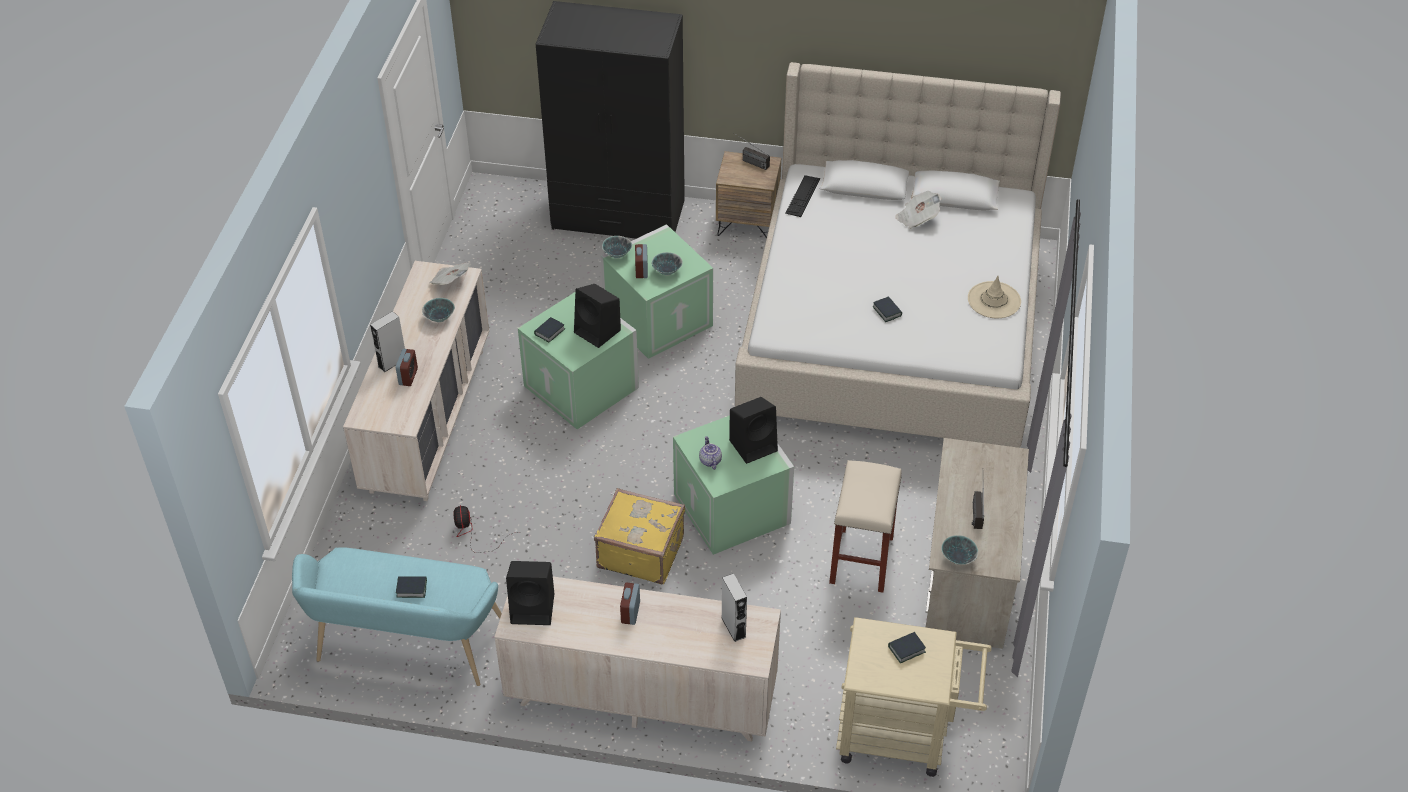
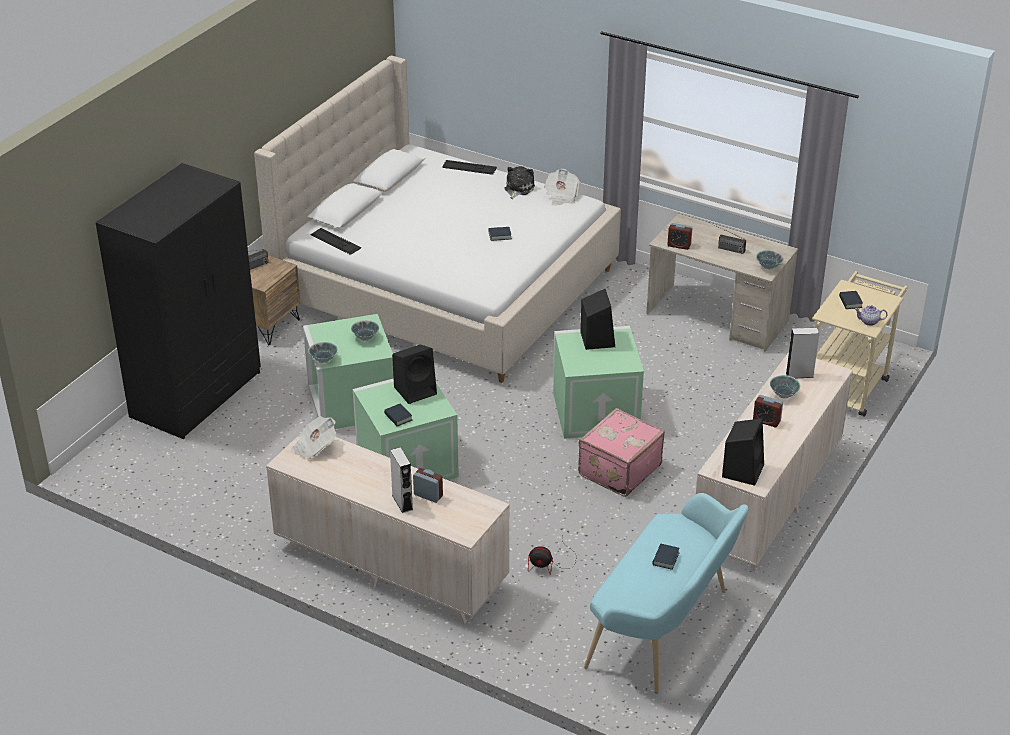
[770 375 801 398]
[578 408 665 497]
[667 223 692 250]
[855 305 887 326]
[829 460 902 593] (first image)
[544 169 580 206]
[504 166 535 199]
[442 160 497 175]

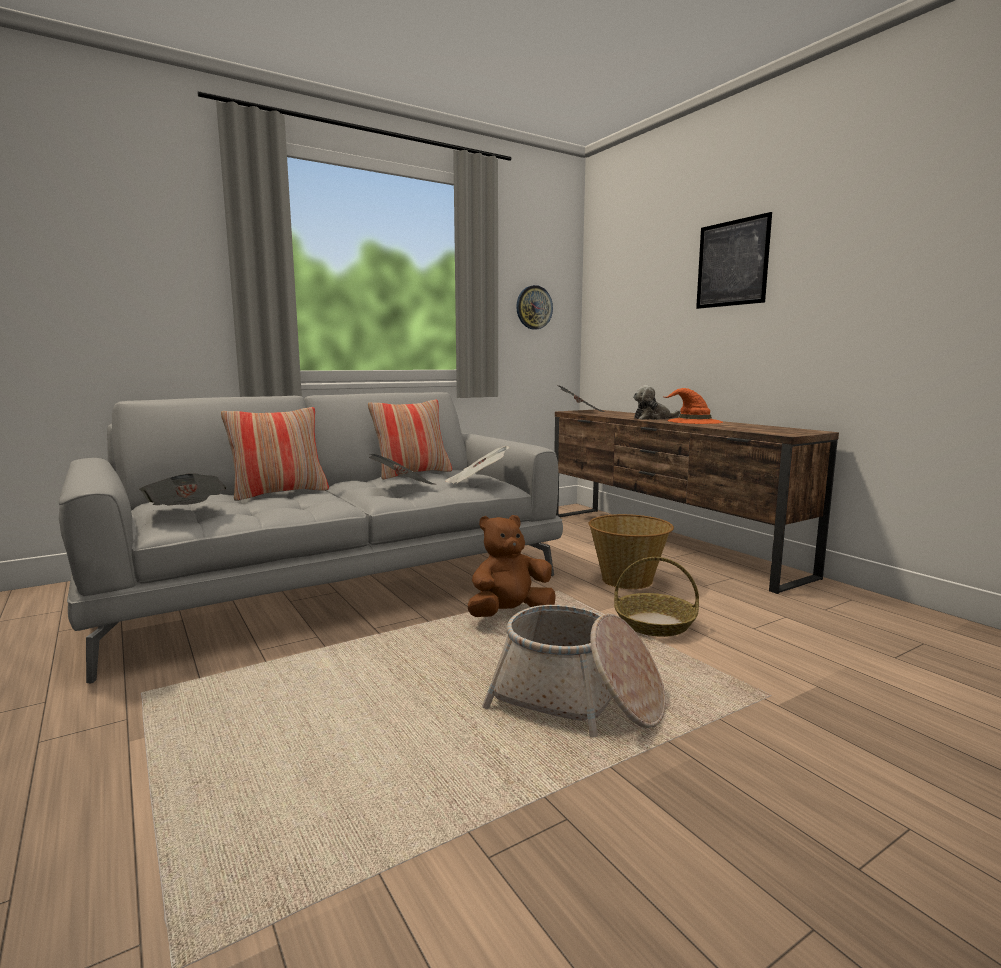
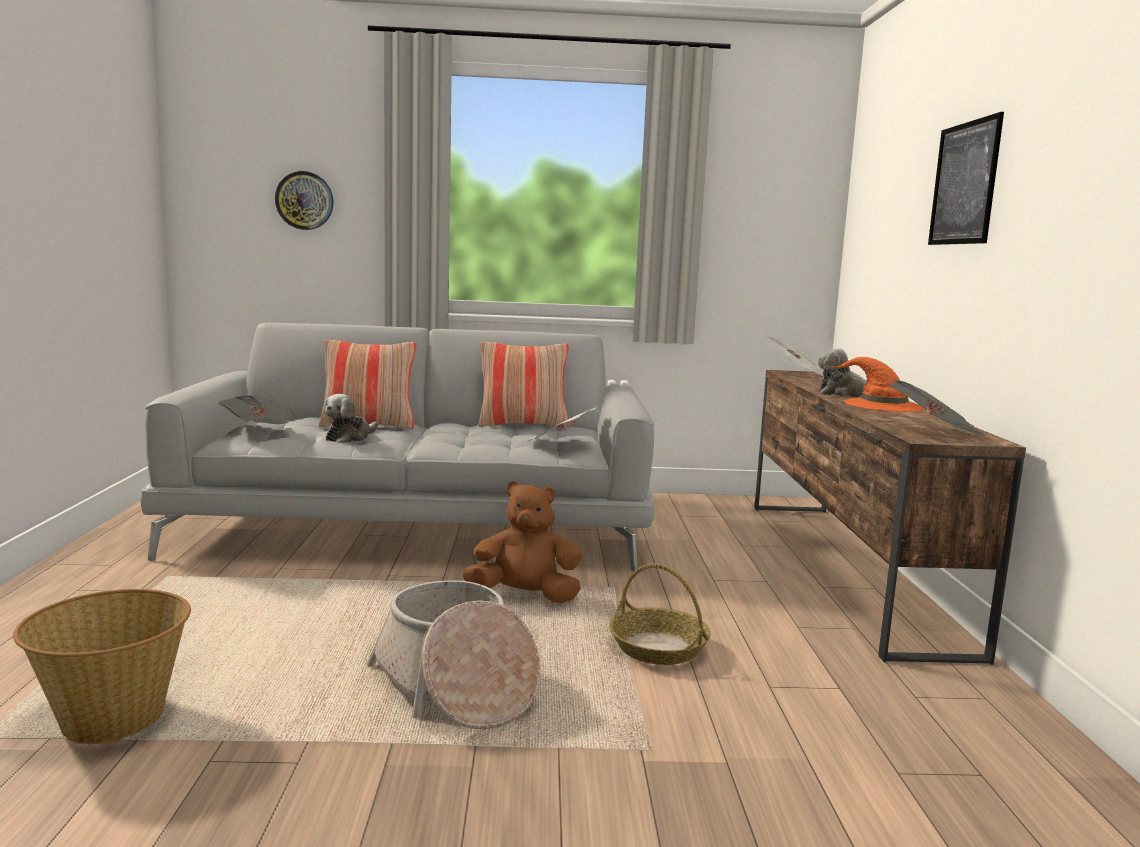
[890 380 986 436]
[275 171 334 230]
[13 589 191 744]
[323 394 378 443]

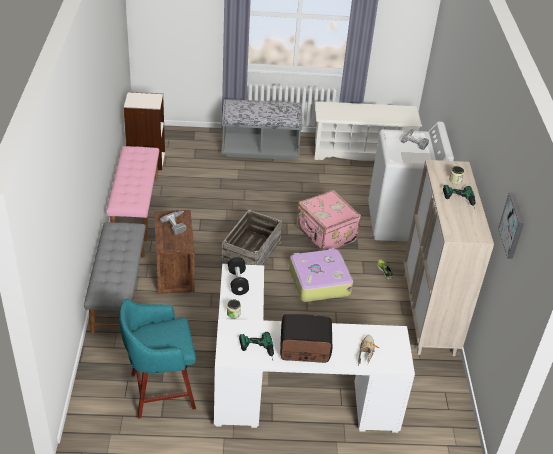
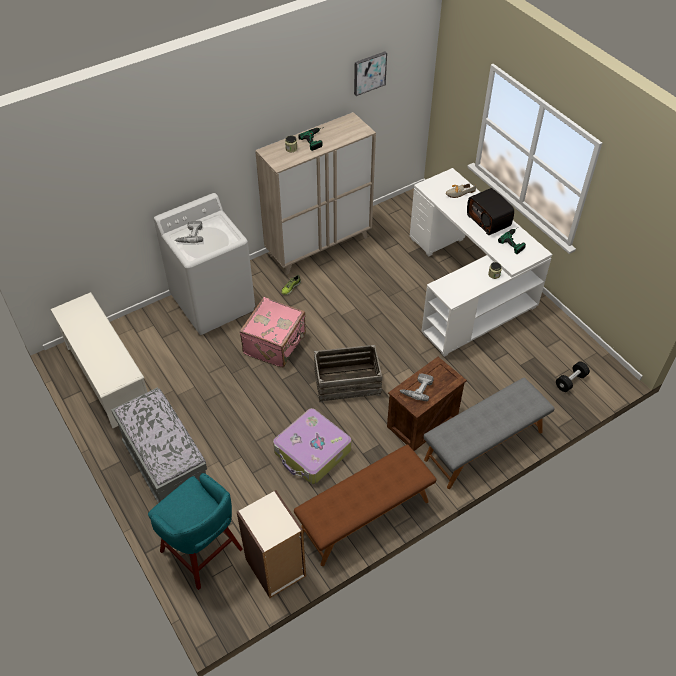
[294 444 436 566]
[148 473 243 590]
[556 361 590 392]
[273 408 352 484]

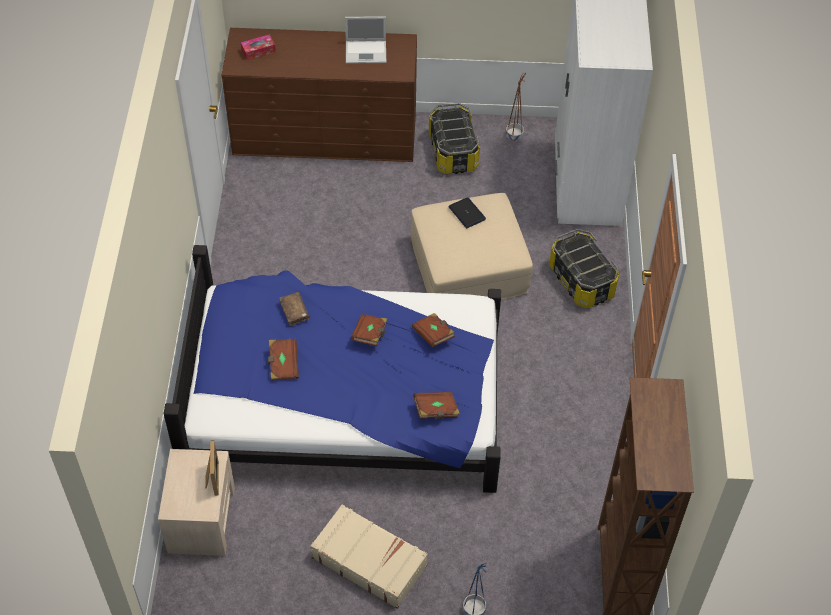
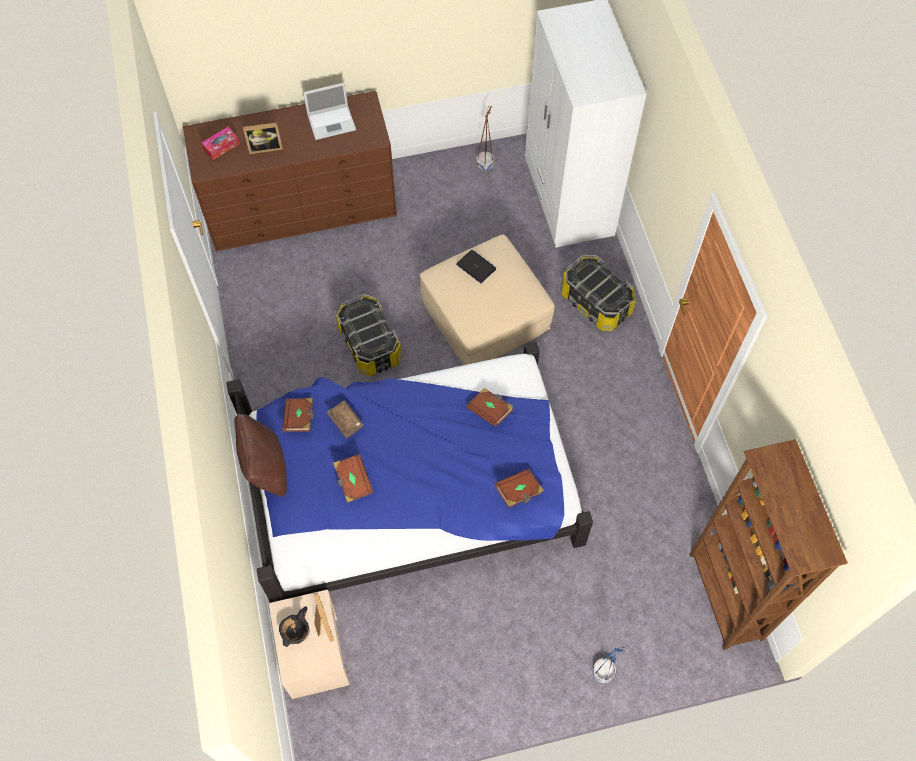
[311 505 428 609] (first image)
[282 398 314 432]
[336 294 401 376]
[234 413 287 497]
[243 122 283 154]
[279 606 309 647]

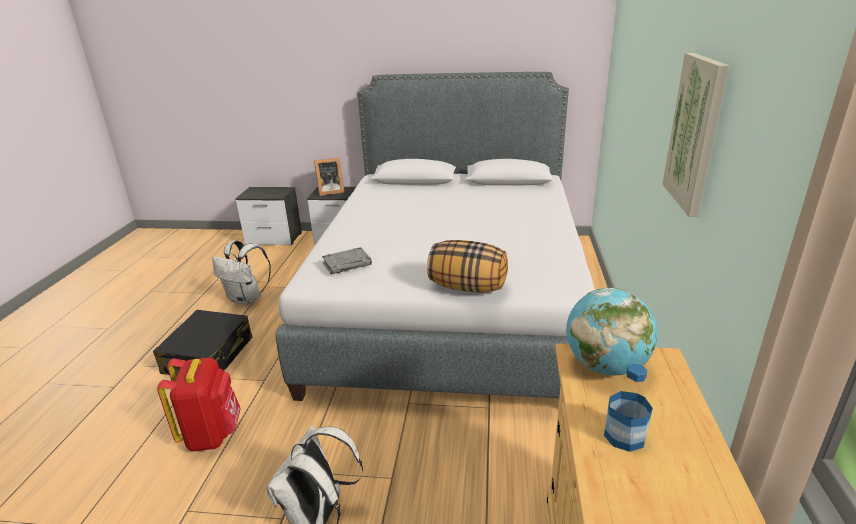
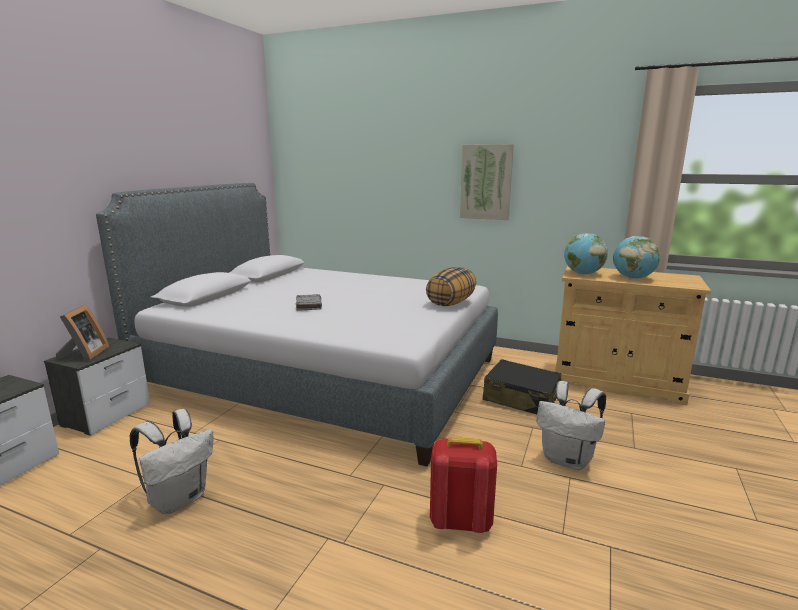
[483 359 561 414]
[296 294 322 311]
[613 236 660 279]

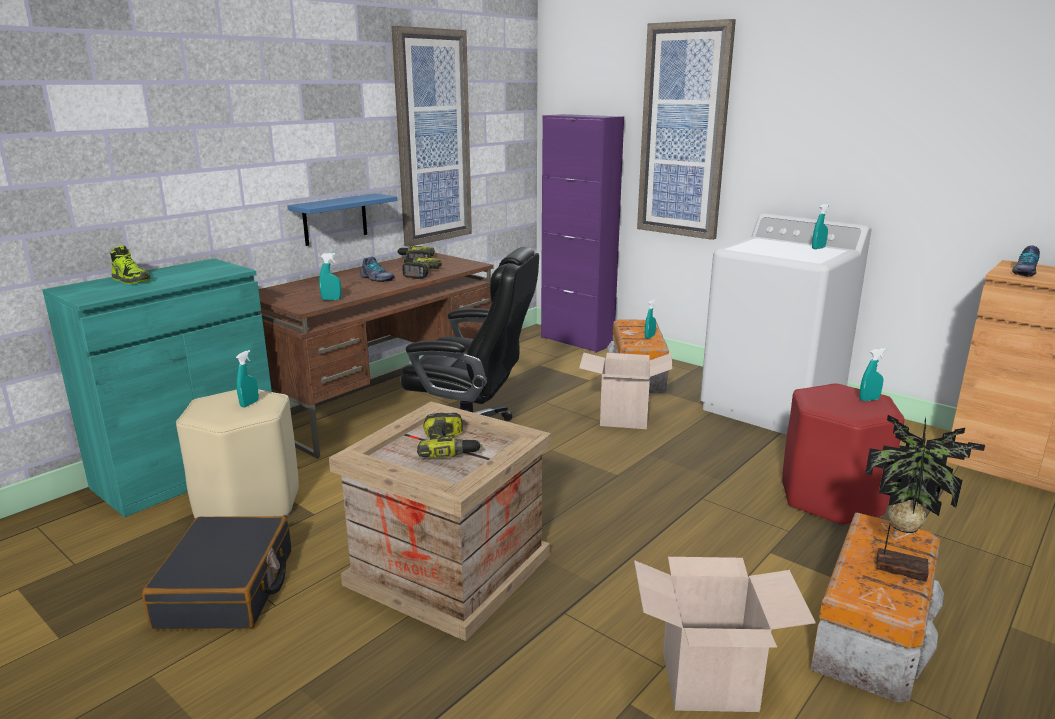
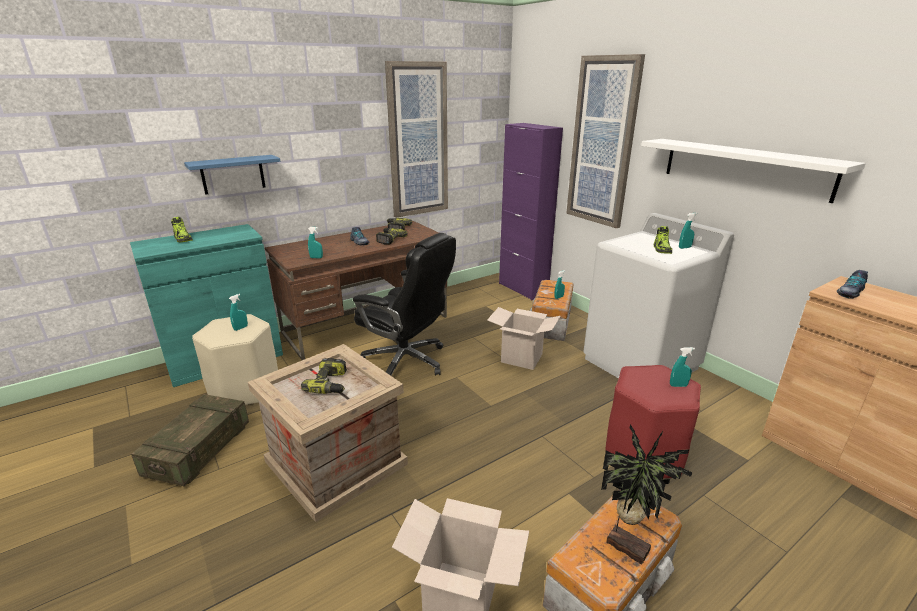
[131 394 249 487]
[184 155 280 195]
[641 139 866 203]
[654 226 672 254]

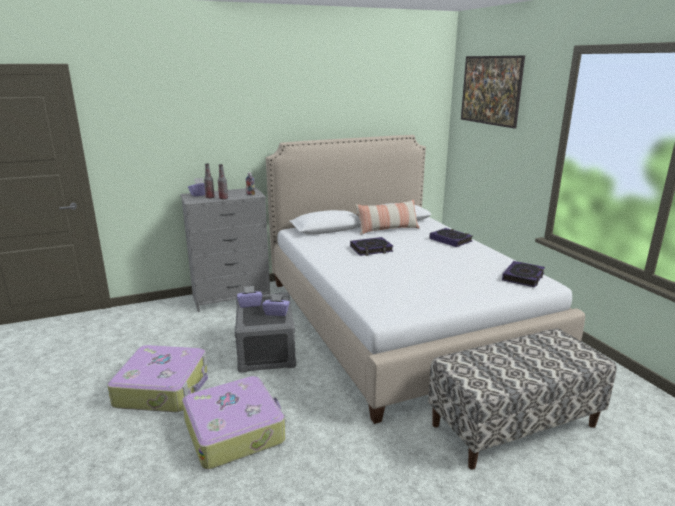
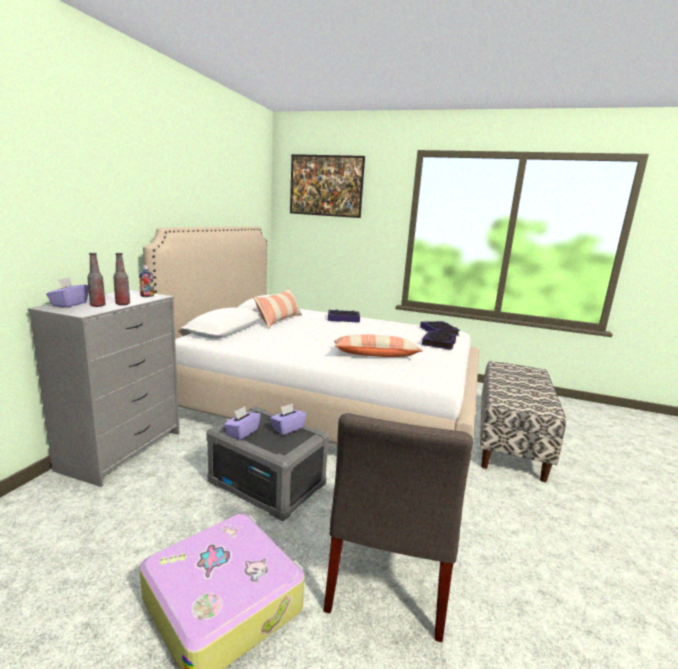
[324 413 473 642]
[422 330 457 350]
[334 334 423 357]

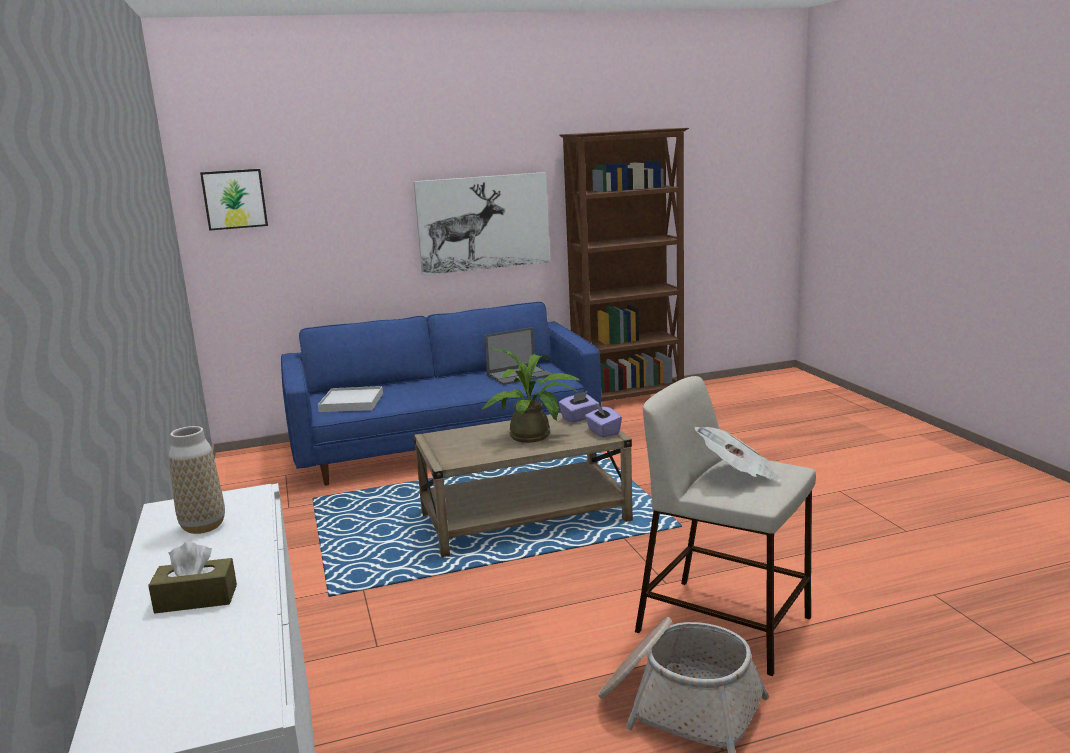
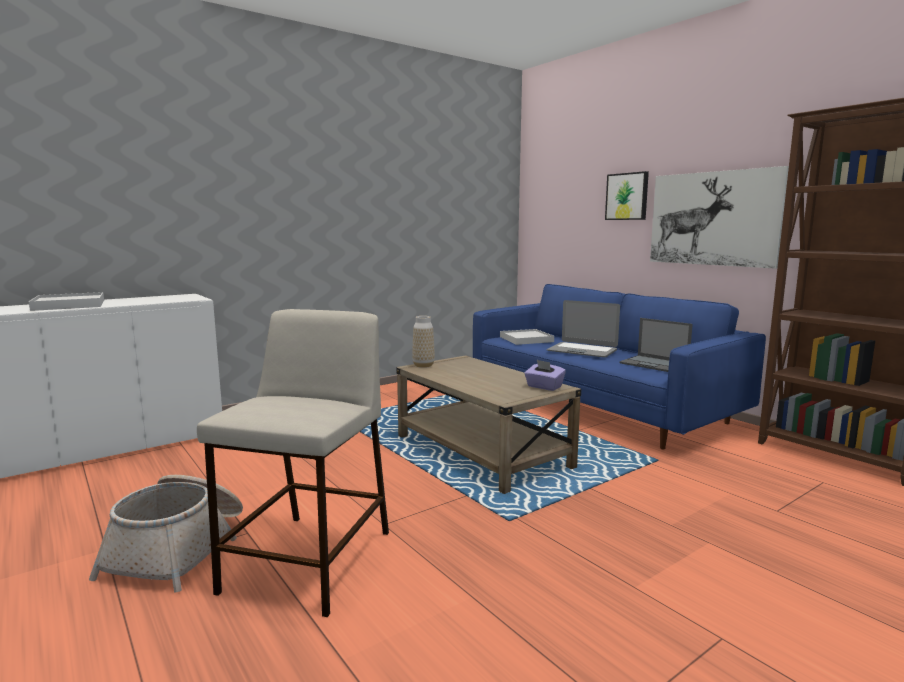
[29 292 104 311]
[412 316 435 368]
[605 171 649 220]
[480 348 581 443] (first image)
[585 404 622 438] (first image)
[694 427 783 482] (first image)
[547 300 620 357]

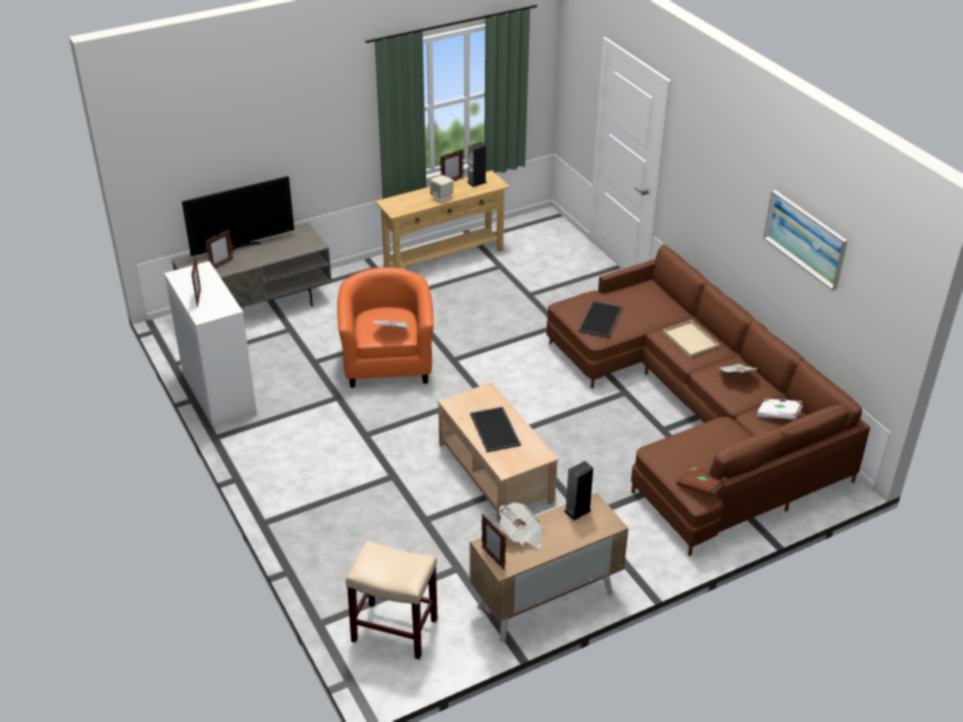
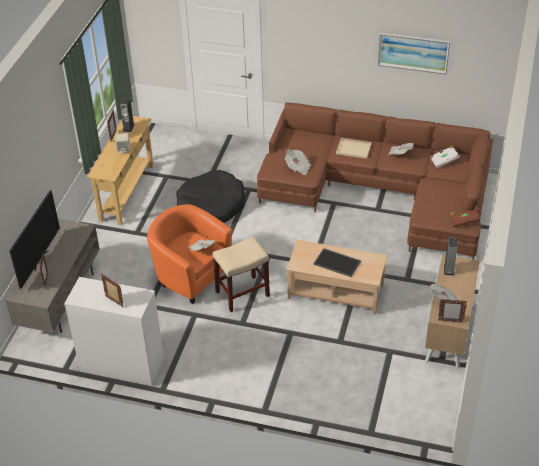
[213 236 270 312]
[285 150 311 175]
[176 170 245 223]

